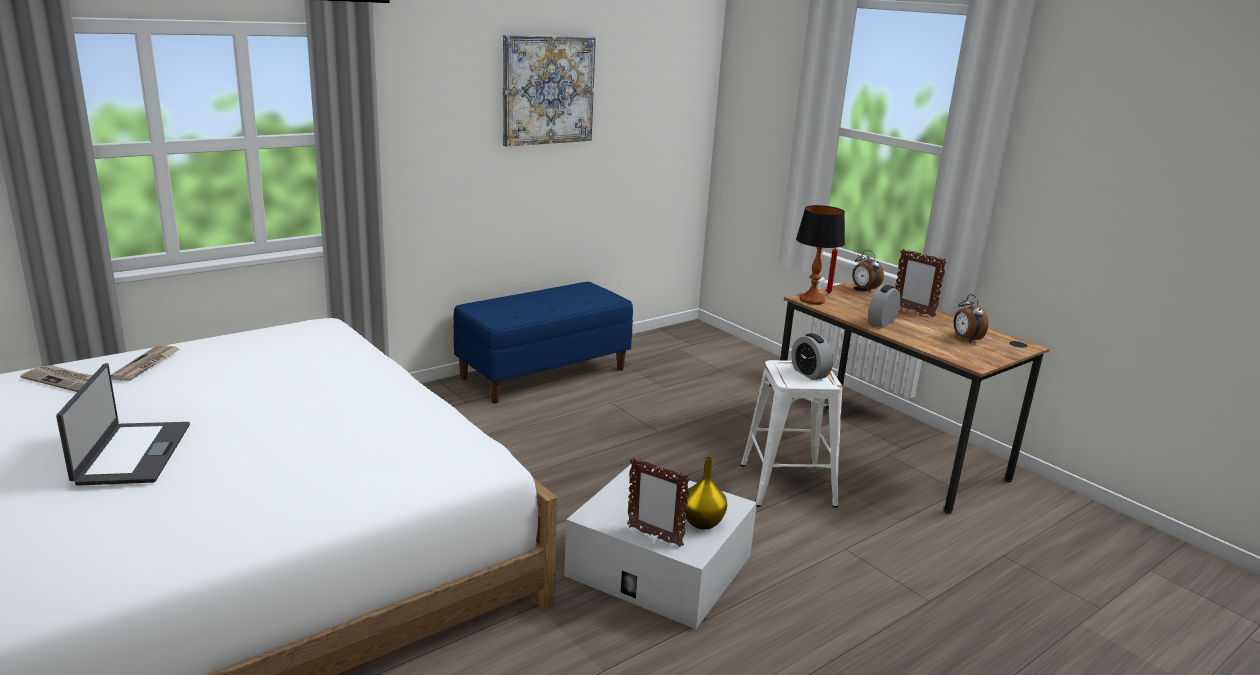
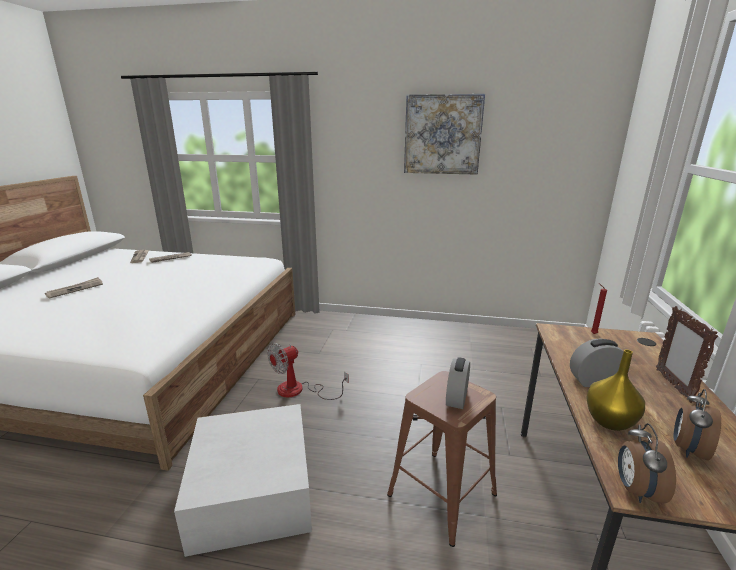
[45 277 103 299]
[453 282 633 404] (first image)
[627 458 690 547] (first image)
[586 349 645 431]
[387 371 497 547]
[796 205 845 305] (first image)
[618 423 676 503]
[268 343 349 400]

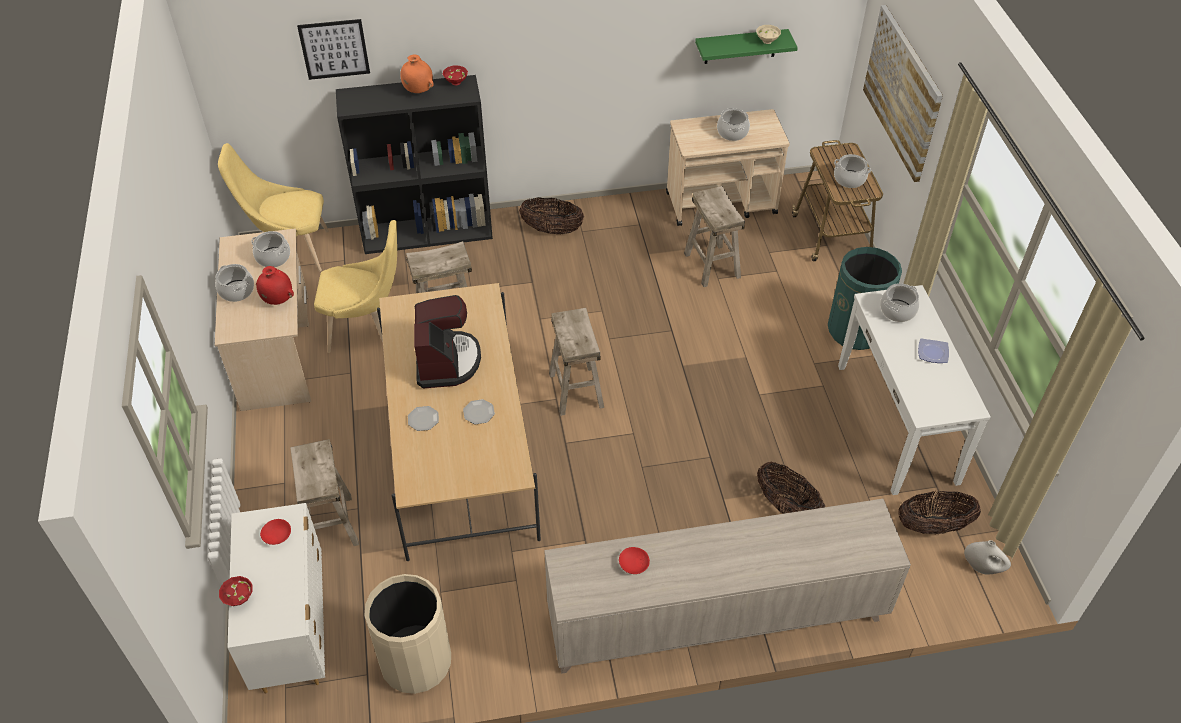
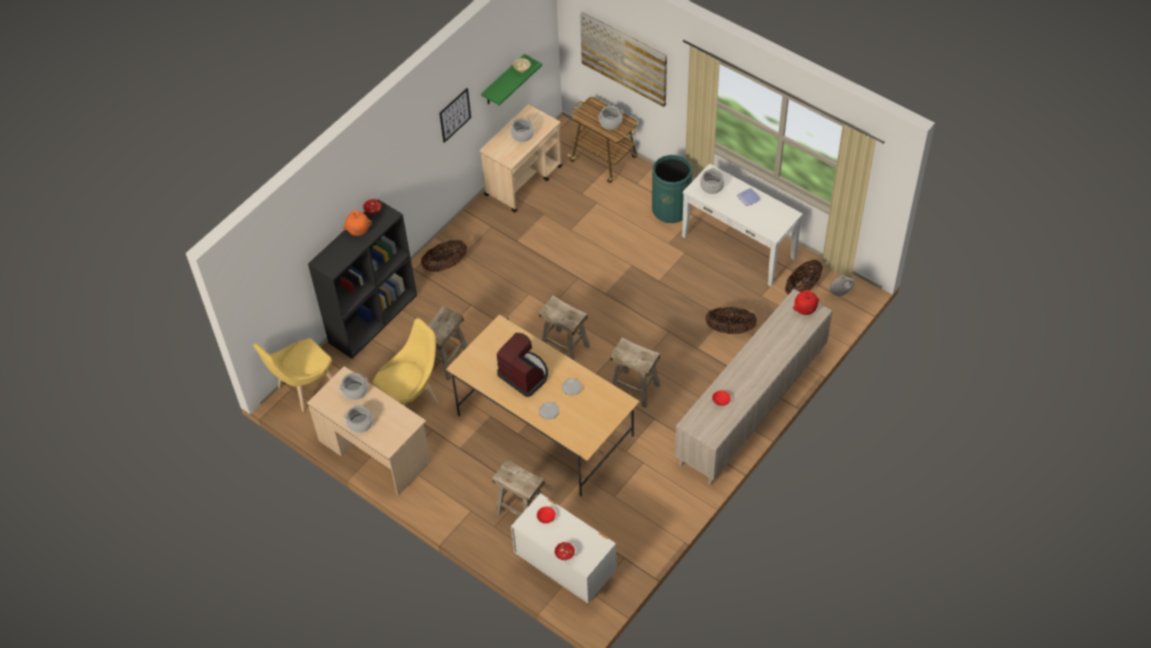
[793 290 819 315]
[439 88 471 143]
[365 574 451 694] (first image)
[610 337 660 408]

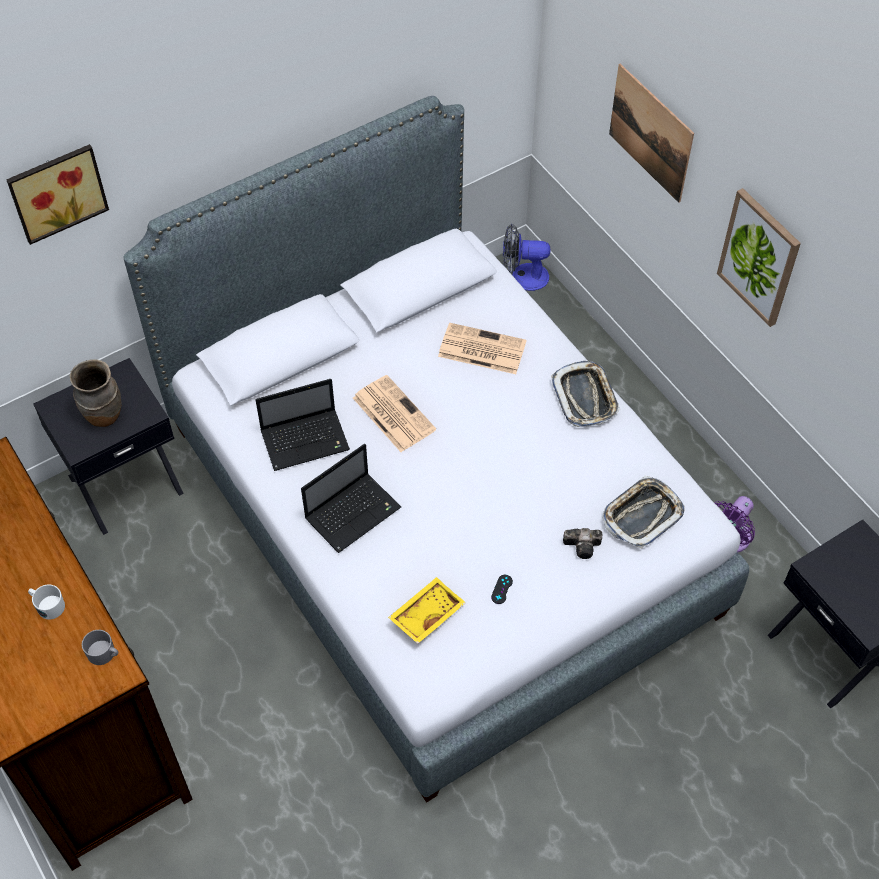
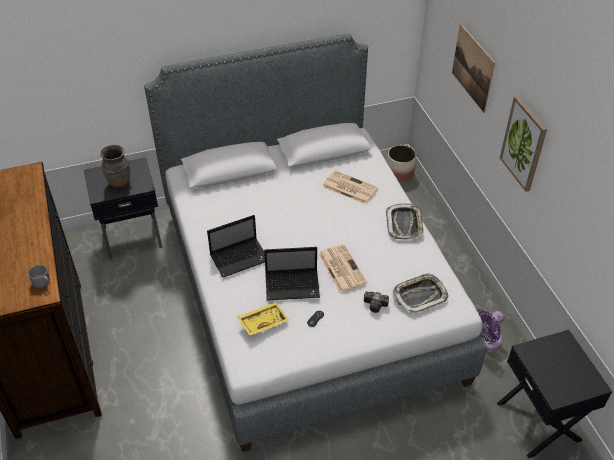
[6 144 109 245] (first image)
[28 584 65 619] (first image)
[264 247 320 301]
[319 244 367 292]
[387 145 416 182]

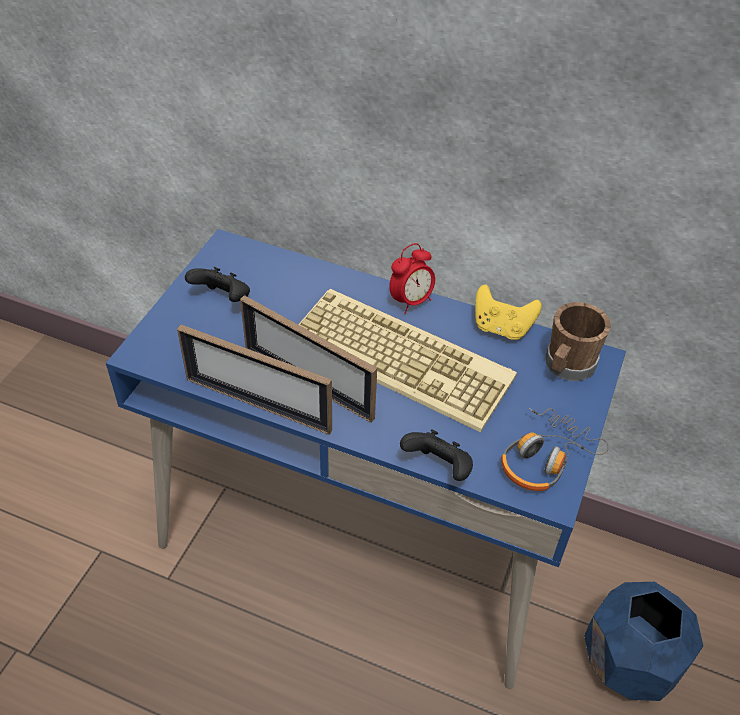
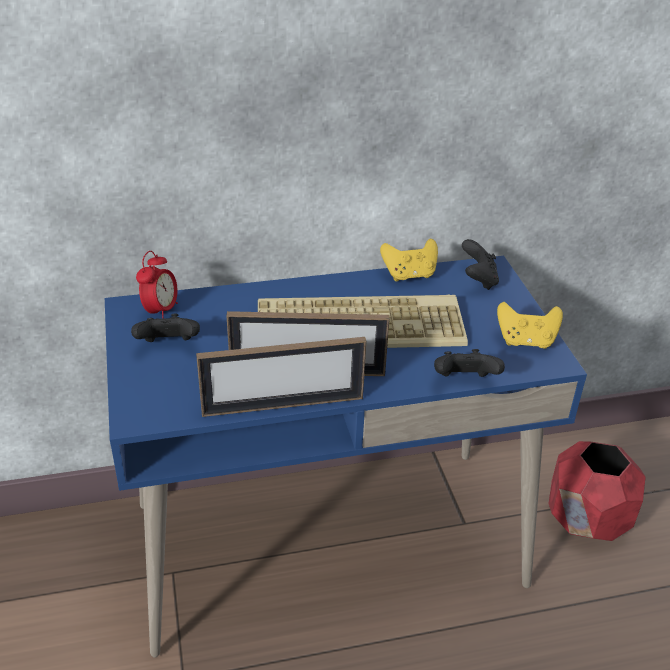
[136 251 178 319]
[497 302 563 349]
[462 239 499 290]
[548 441 646 541]

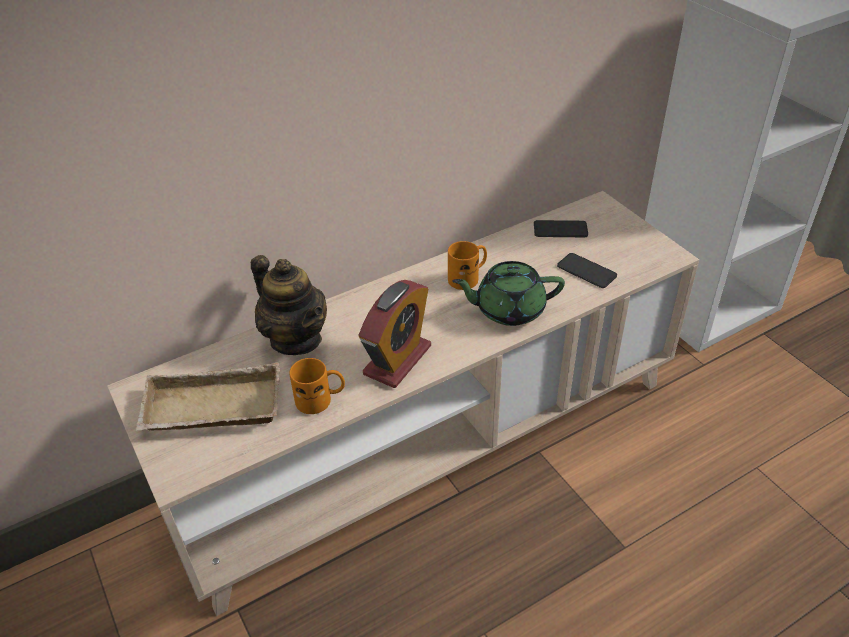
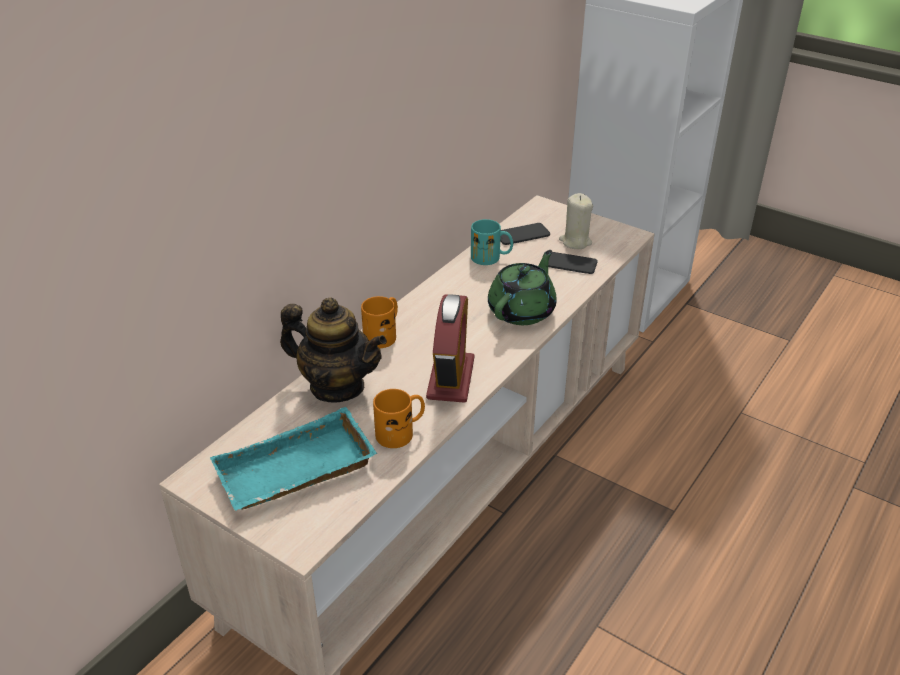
[210 407 377 511]
[361 296 398 348]
[488 250 557 325]
[471 219 513 265]
[559 193 593 249]

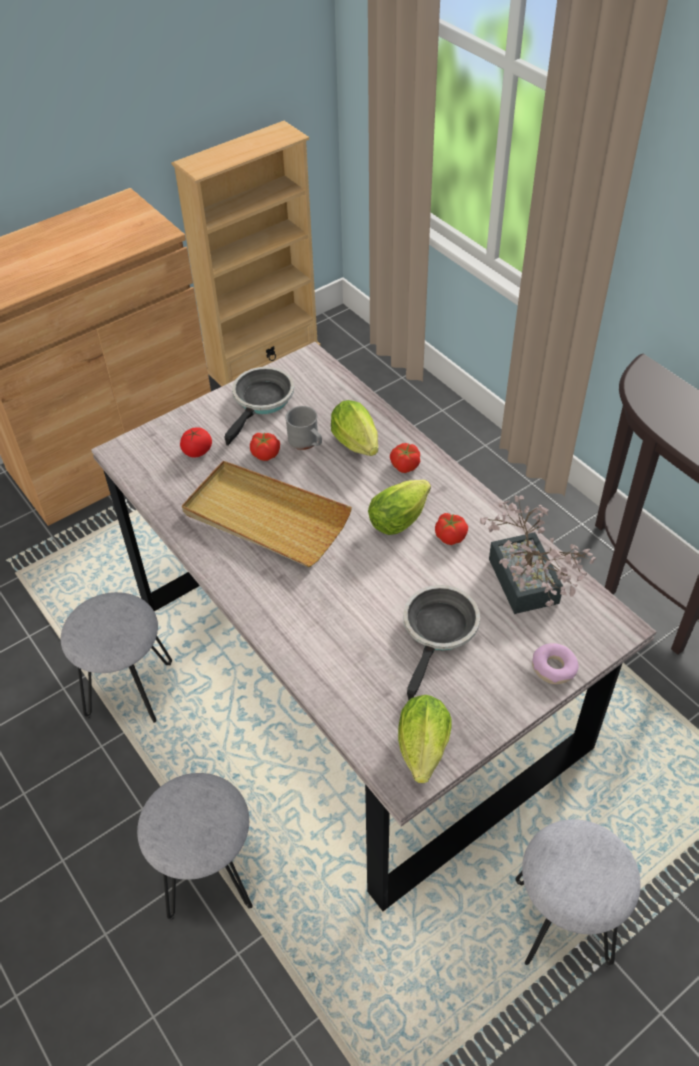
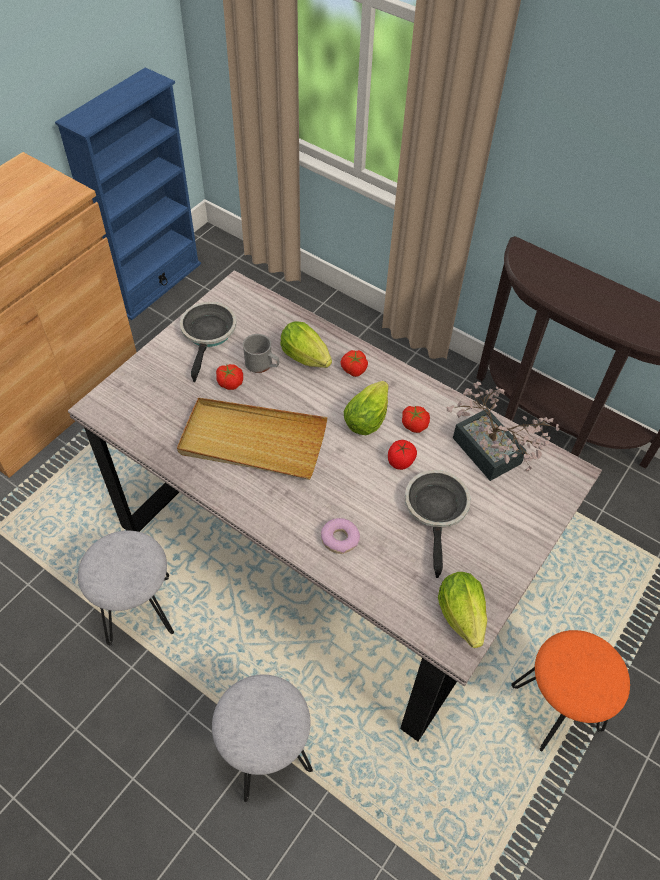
[55 67 201 320]
[388 440 417 470]
[511 630 630 751]
[321 518 360 554]

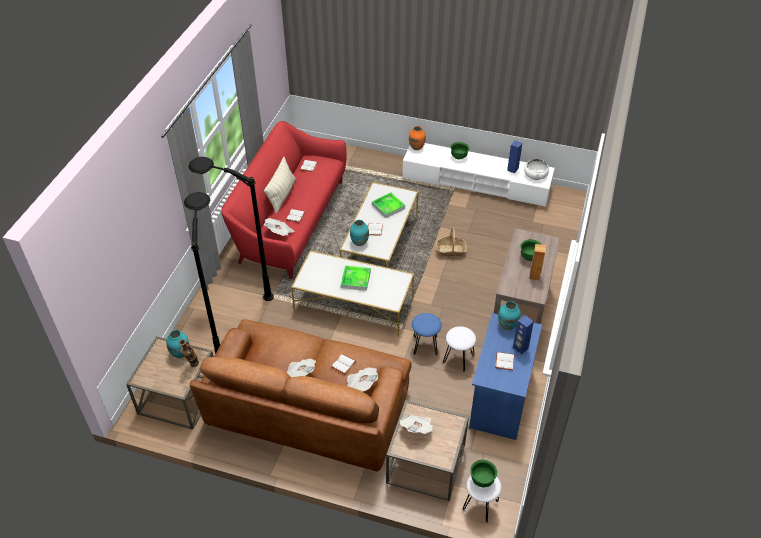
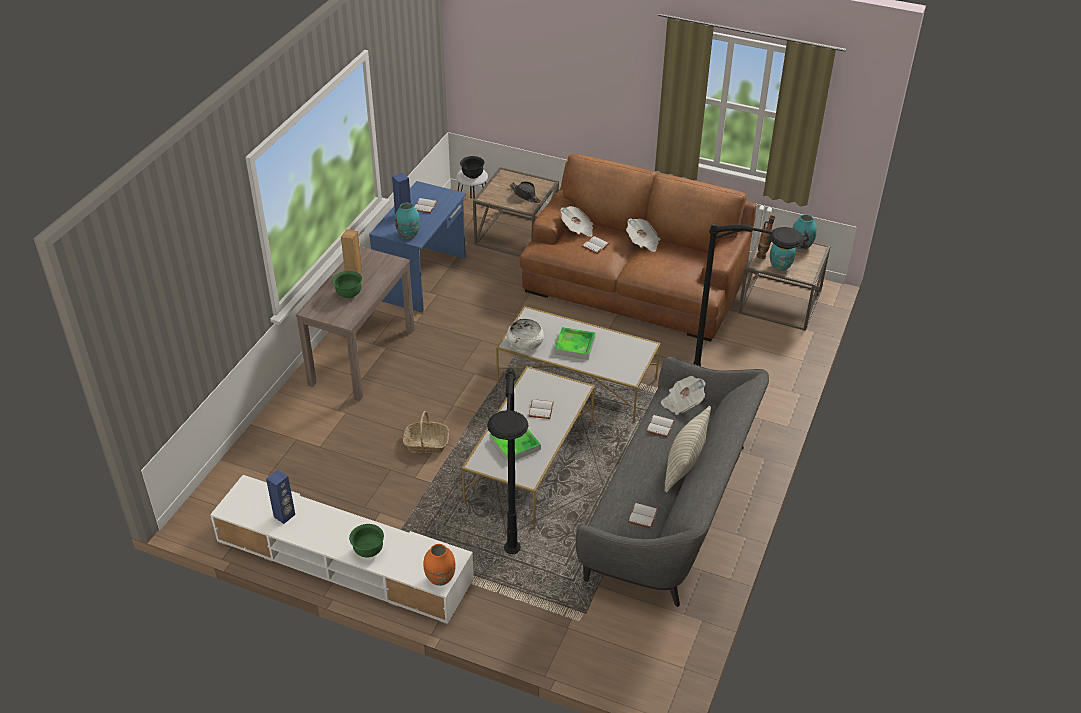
[487 368 529 554]
[576 356 769 607]
[793 214 817 250]
[510 181 541 203]
[412 313 442 356] (first image)
[443 326 476 372] (first image)
[460 156 484 179]
[507 319 544 351]

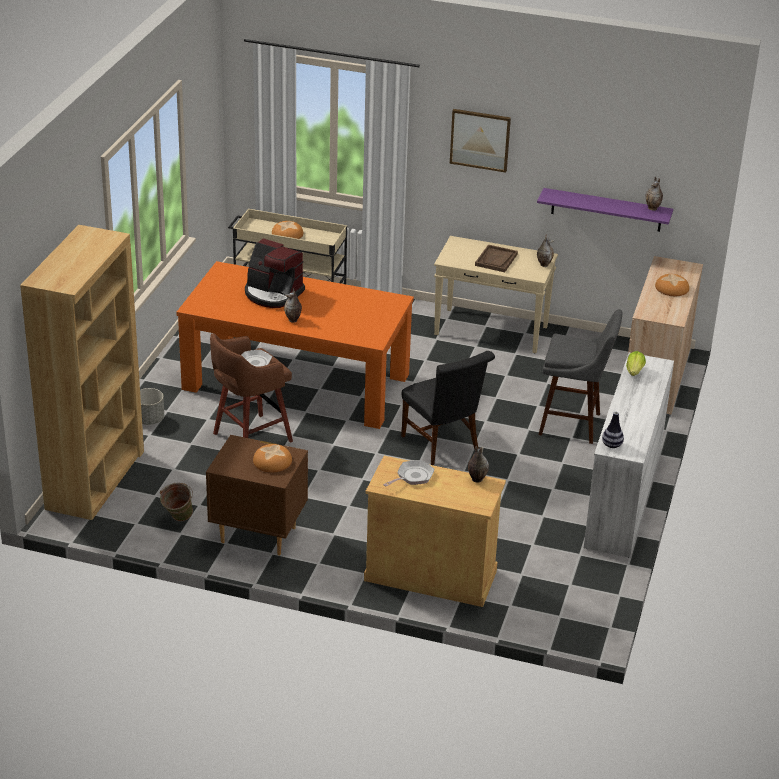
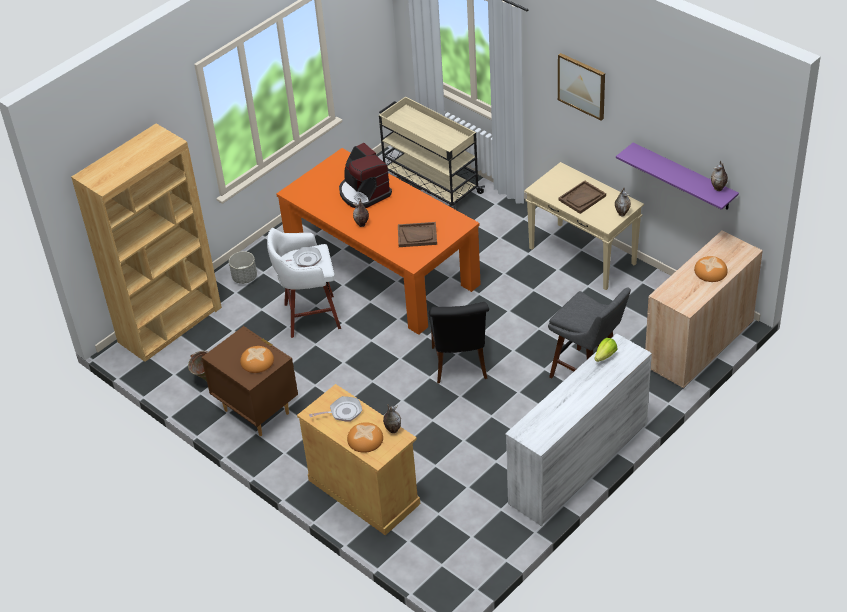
[267 228 341 338]
[347 422 383 453]
[602 412 624 448] (first image)
[398 222 437 247]

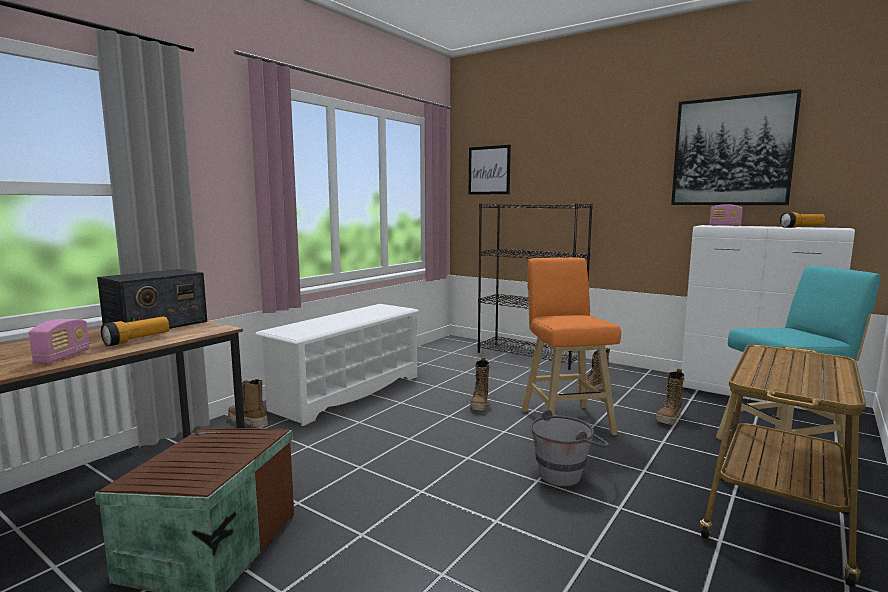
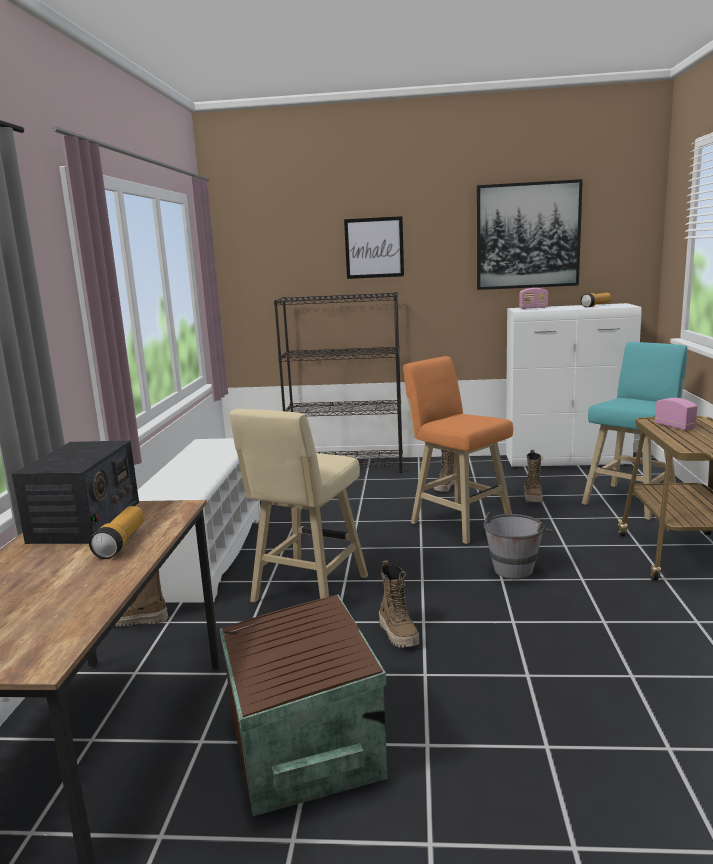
[655 398 697 430]
[344 216 404 279]
[379 560 419 648]
[230 409 368 603]

